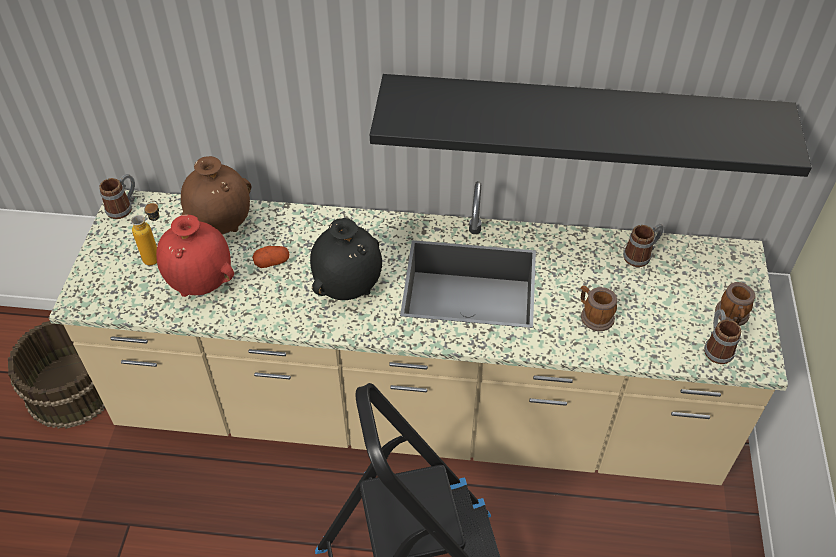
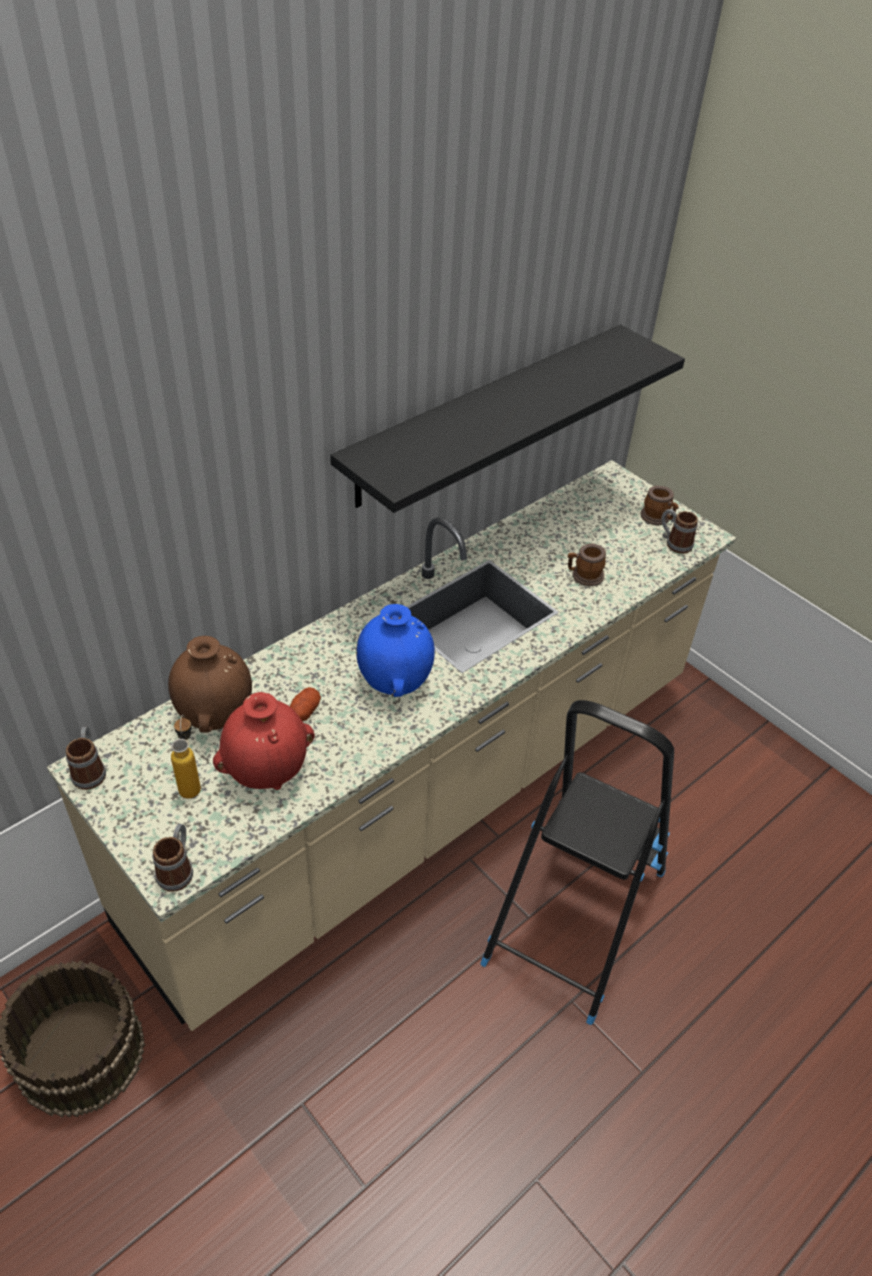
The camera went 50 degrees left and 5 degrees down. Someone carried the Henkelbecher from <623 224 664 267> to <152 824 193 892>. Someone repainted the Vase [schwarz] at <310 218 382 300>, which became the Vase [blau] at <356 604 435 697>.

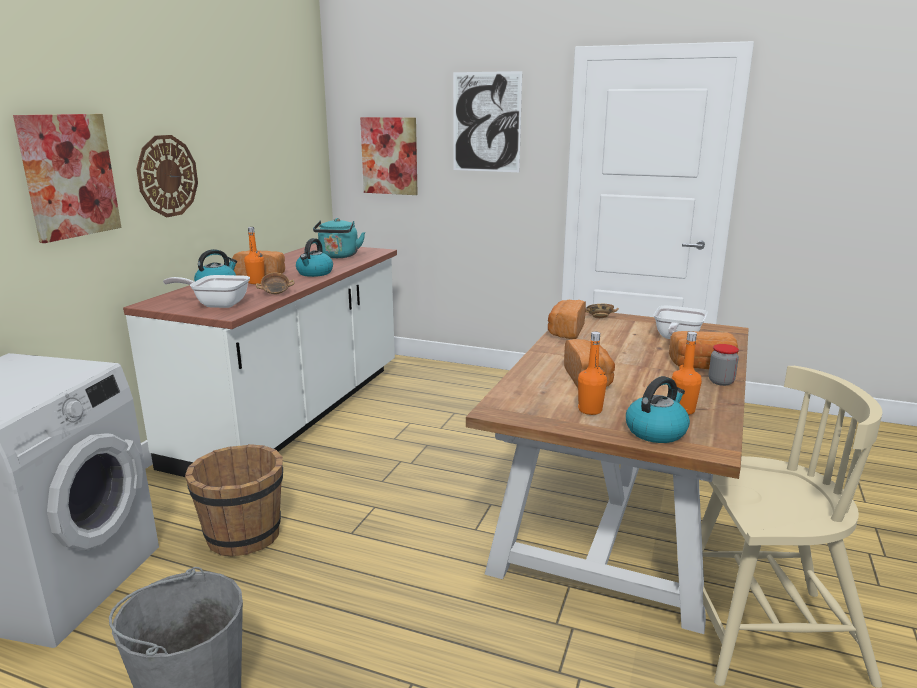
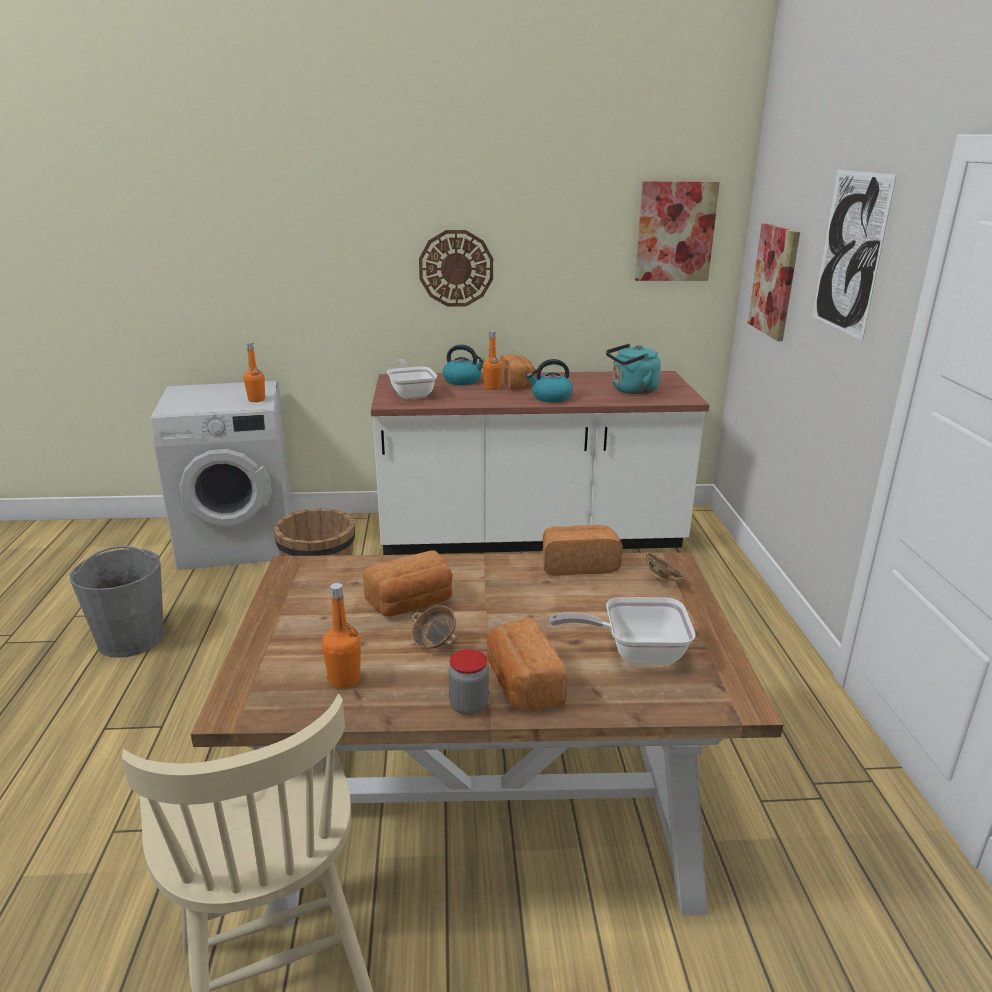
The camera went 65 degrees right and 5 degrees up. Someone took away the Wasserkessel at <626 376 690 443>. Someone carried the Bild from <13 114 122 243> to <635 181 720 281>. Someone carried the Schüssel from <256 272 294 294> to <412 606 458 649>. Someone carried the Flasche [orange] from <578 332 607 415> to <244 342 265 402>.

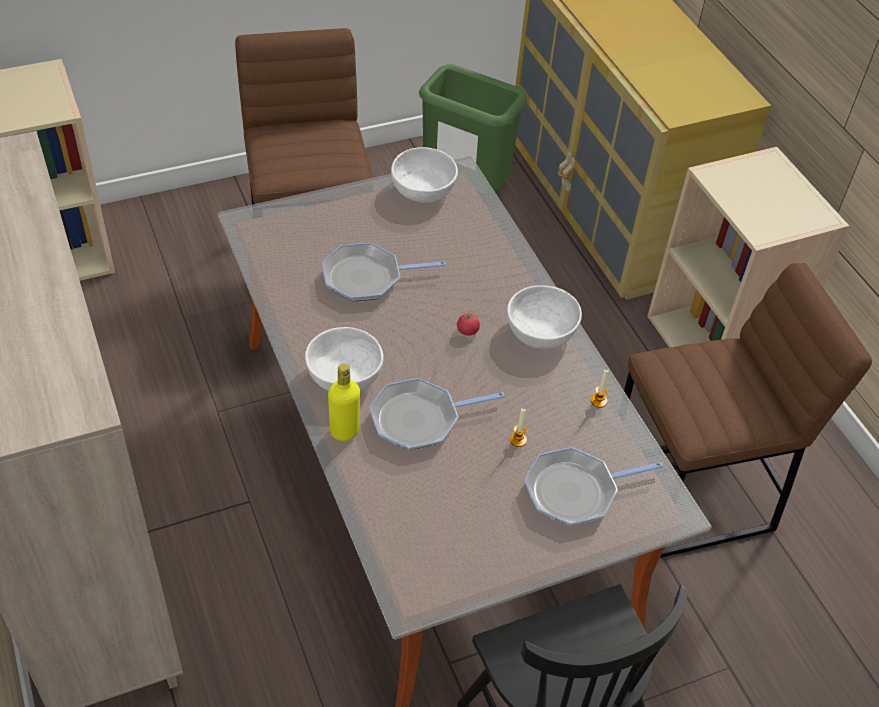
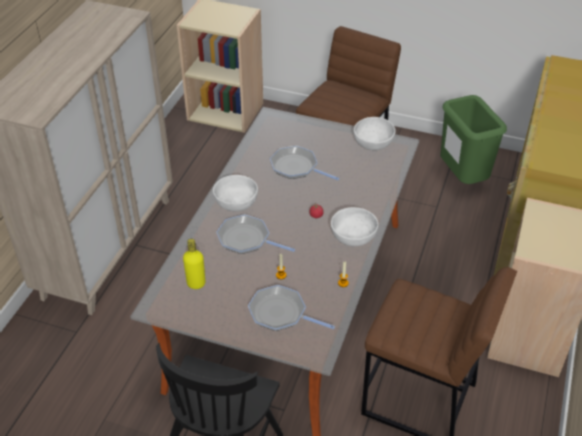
The camera went 45 degrees right and 5 degrees down. Someone carried the Flasche [gelb] from <328 363 360 441> to <183 239 205 289>.

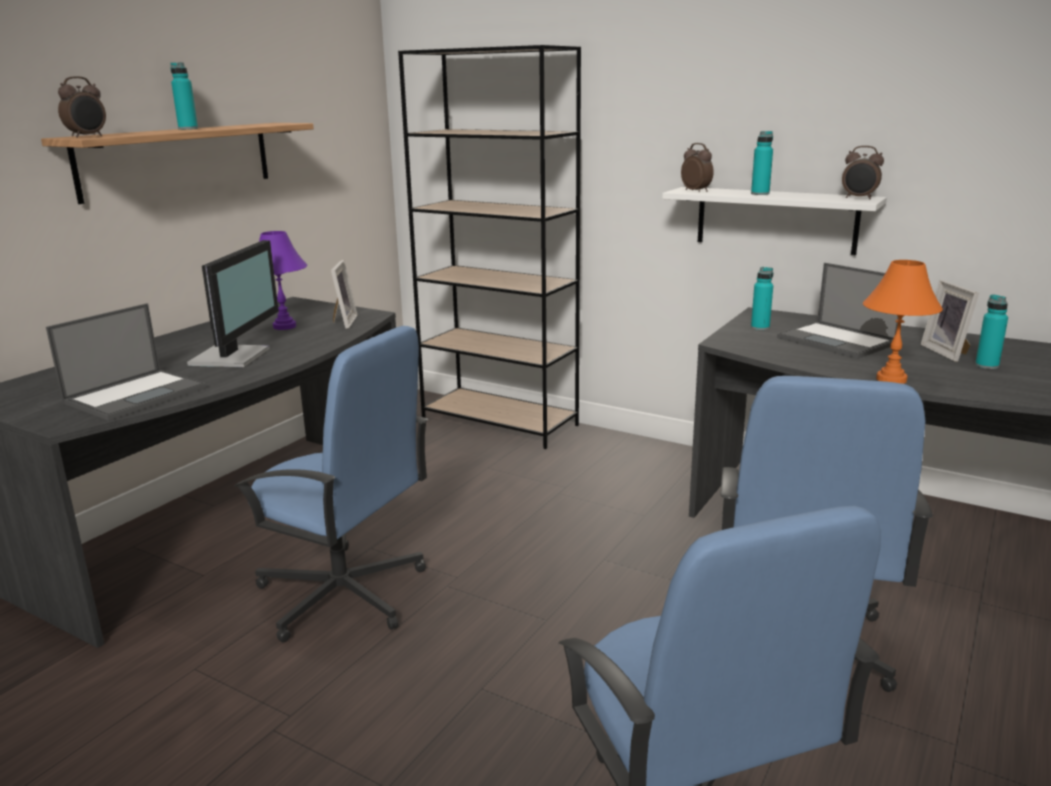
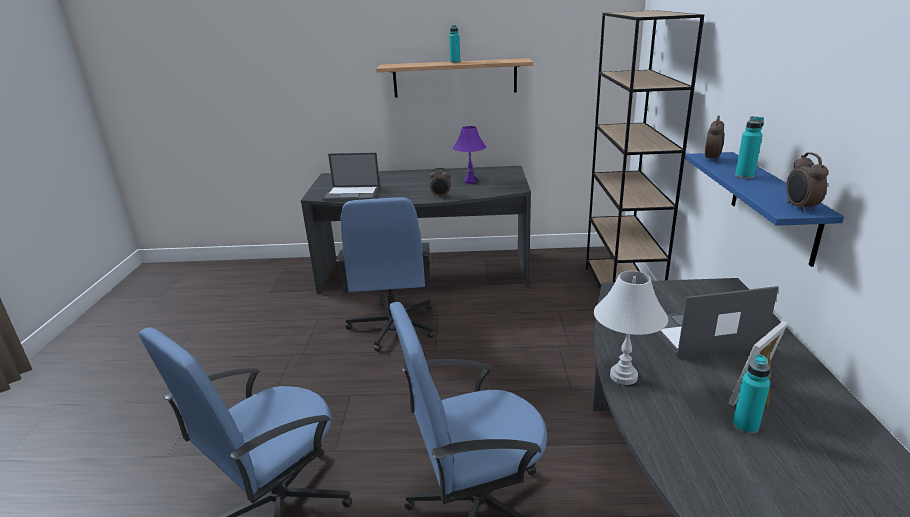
The camera went 60 degrees right and 5 degrees up. Someone took away the Monitor at <187 240 279 367>. Someone took away the Bilderrahmen at <331 260 357 329>. Someone took away the Flasche [türkis] at <751 267 773 330>. Someone carried the Wecker from <58 77 106 138> to <430 168 451 197>. Someone repainted the Wandregal [weiß] at <662 187 887 255>, which became the Wandregal [blau] at <685 152 844 267>. Someone repainted the Tischlampe [orange] at <863 260 943 384>, which became the Tischlampe [weiß] at <594 271 668 385>. Someone rotated the Laptop at <777 263 899 359> by 60 degrees clockwise.

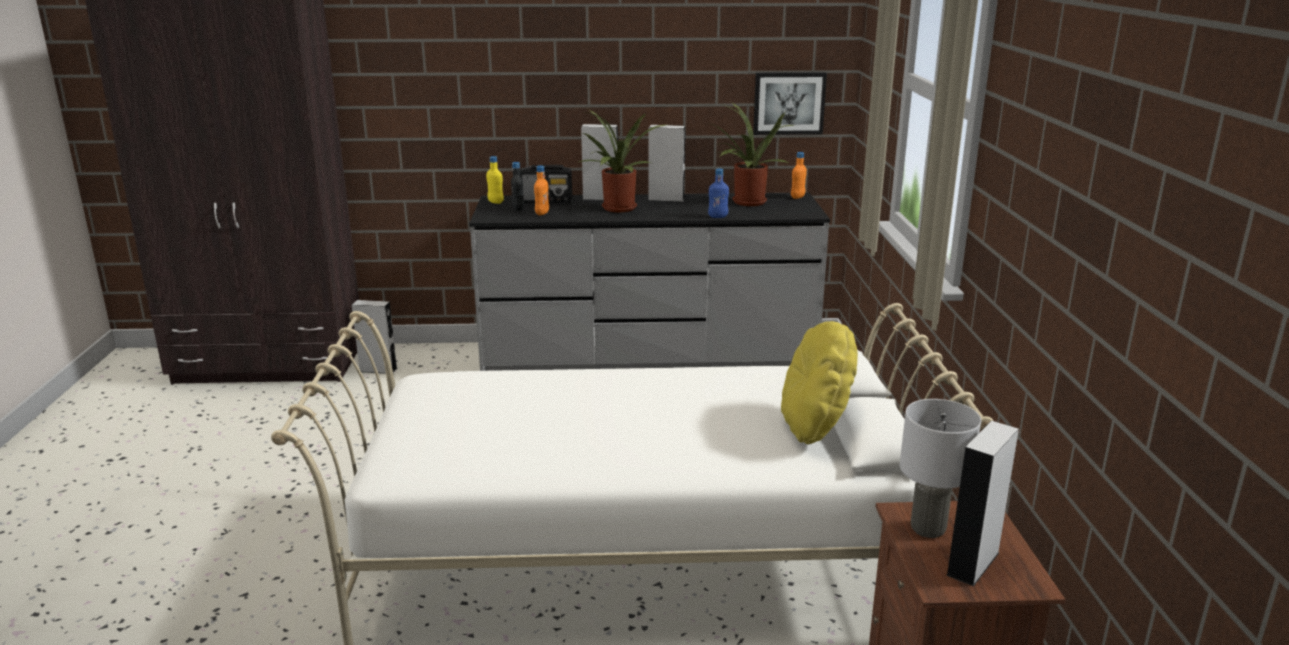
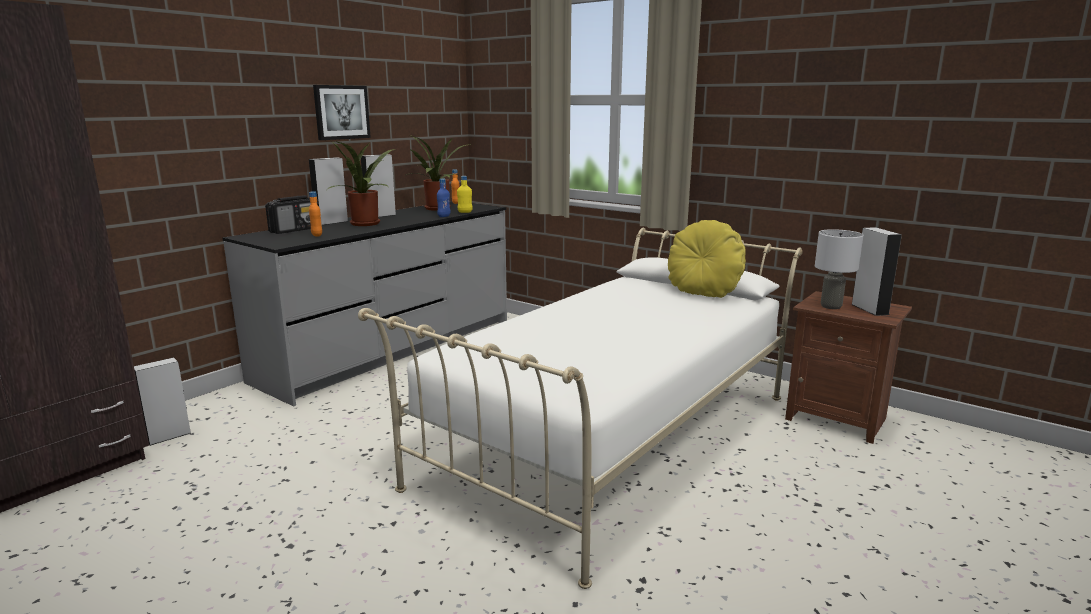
The camera went 50 degrees left and 5 degrees down. Someone took away the Flasche [schwarz] at <511 162 524 211>. Someone carried the Flasche [gelb] from <486 156 504 204> to <457 176 473 213>. Someone carried the Bild from <753 72 827 135> to <313 85 371 140>.

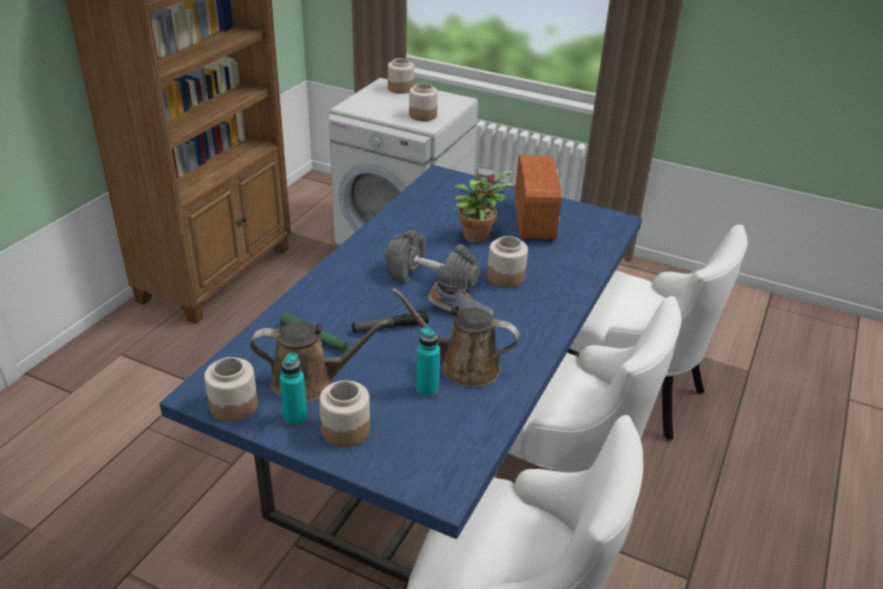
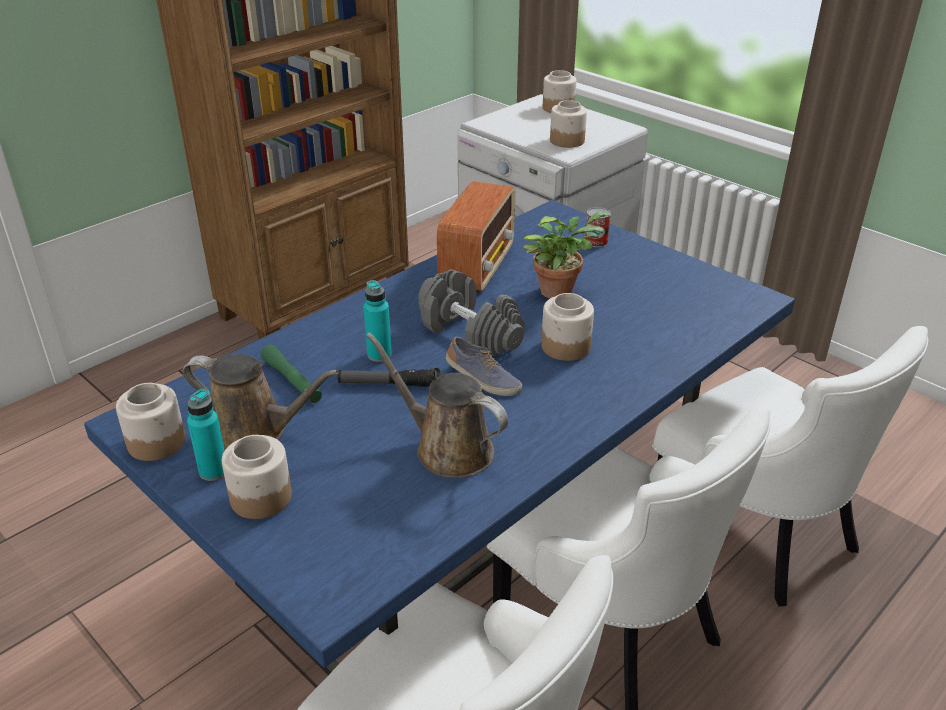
The camera went 20 degrees right and 0 degrees up. Someone carried the Flasche [türkis] from <416 327 440 397> to <364 280 392 362>. Someone carried the Radio from <515 155 562 241> to <437 181 515 292>.

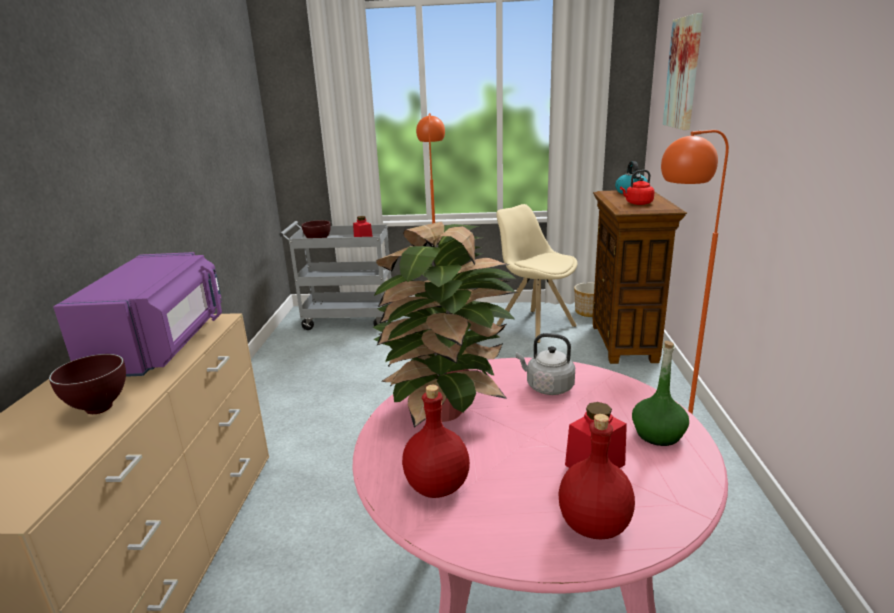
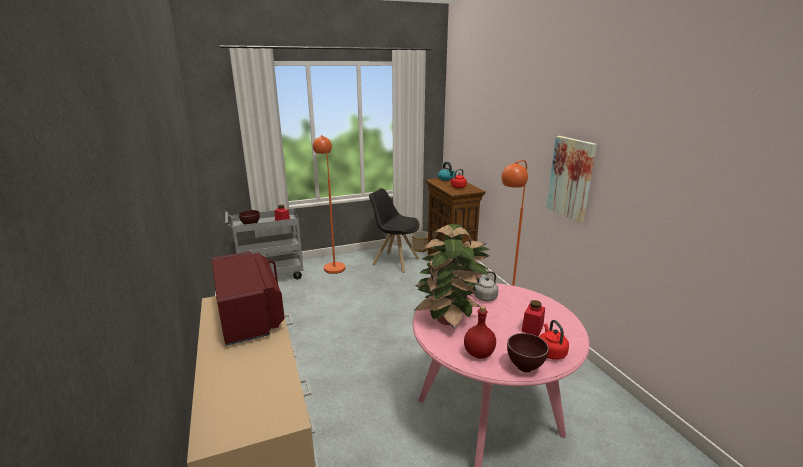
The camera went 25 degrees left and 0 degrees up. Someone took away the Flasche [grün] at <632 341 689 446>. Someone carried the Schüssel [braun] from <49 354 126 414> to <507 333 549 372>. Someone carried the Bild from <663 13 703 130> to <546 136 597 223>. Someone swapped the Flasche [rot] at <558 414 635 539> for the Wasserkessel [rot] at <539 320 569 360>. Someone repainted the Mikrowelle [lila] at <53 252 222 377>, which became the Mikrowelle [rot] at <211 251 285 346>. Someone repainted the Stuhl [beige] at <496 204 577 343>, which became the Stuhl [schwarz] at <369 188 419 273>.

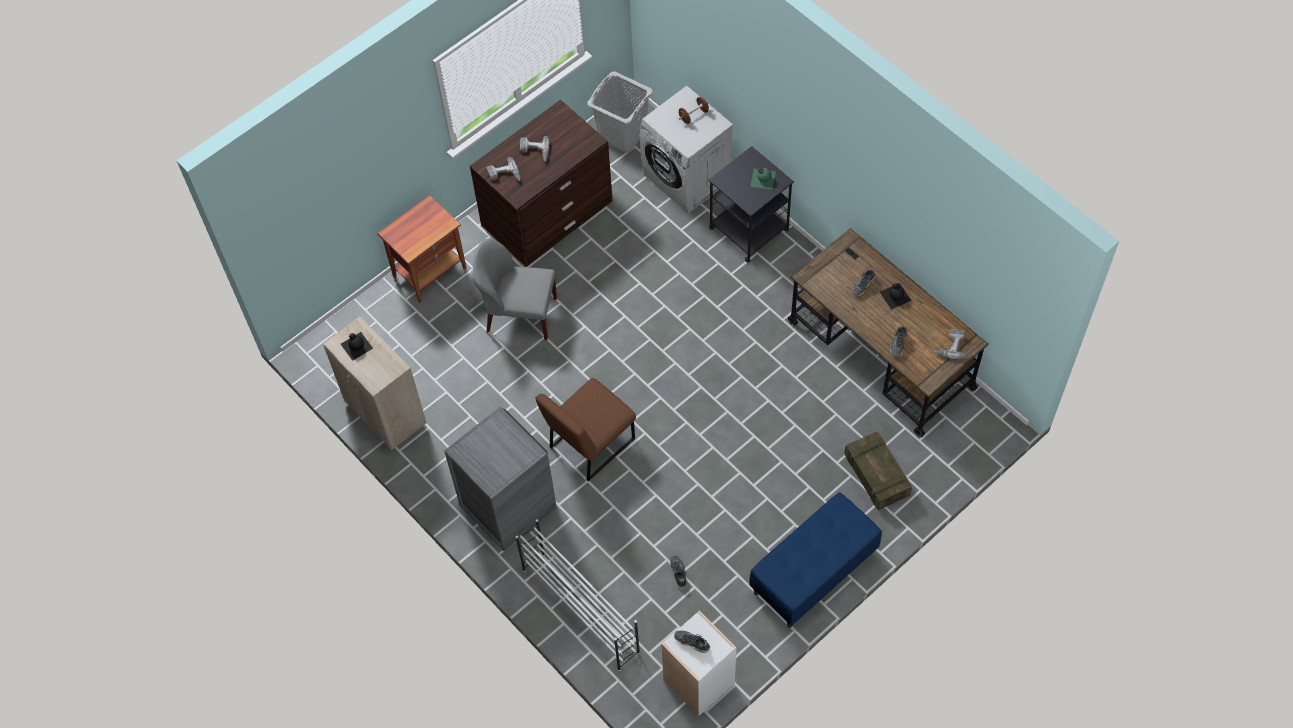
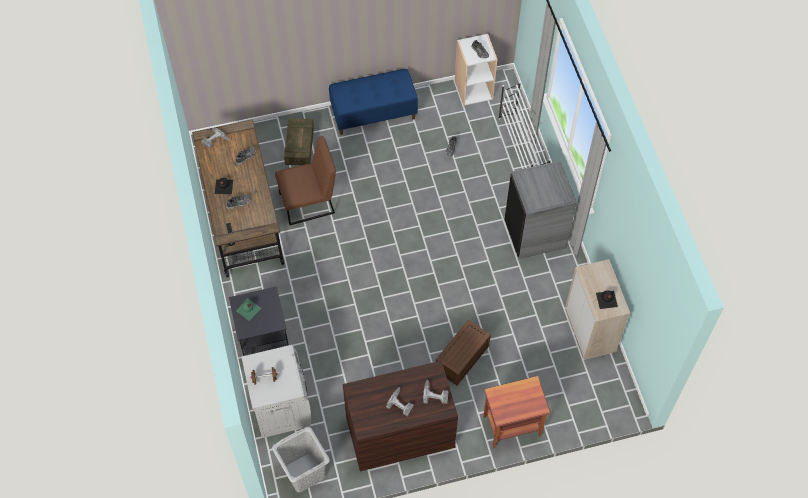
The camera went 155 degrees left and 0 degrees up. Someone carried the Stuhl [braun] from <535 378 636 481> to <275 136 336 225>. Someone swapped the Stuhl [grau] at <473 238 557 340> for the Aufbewahrungsbox [braun] at <436 319 491 386>.

